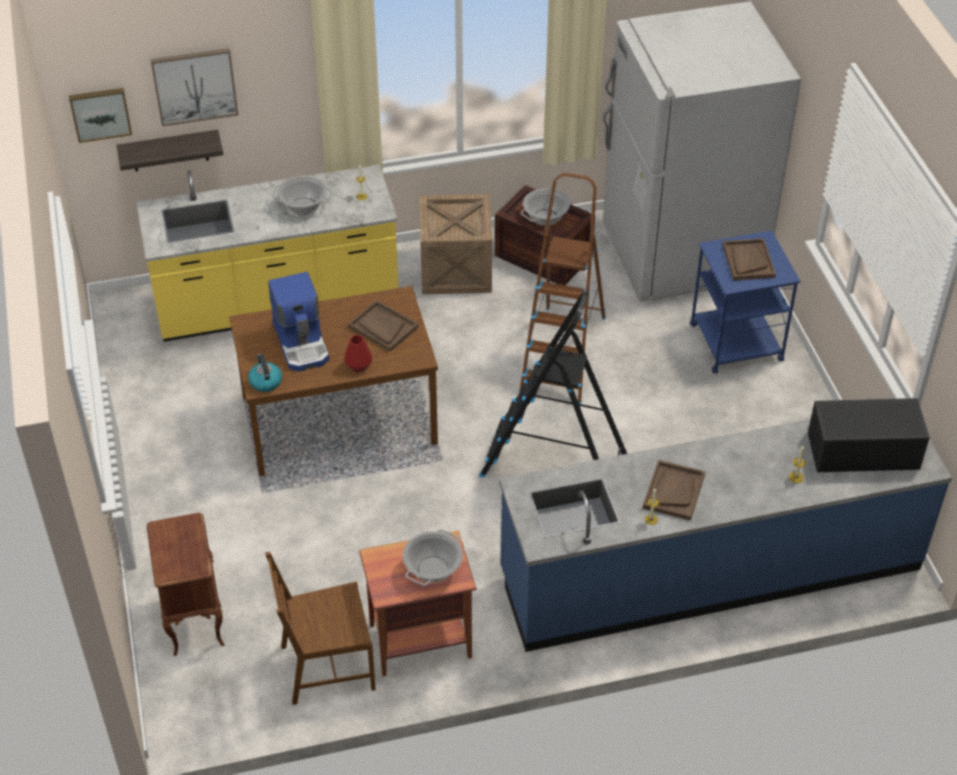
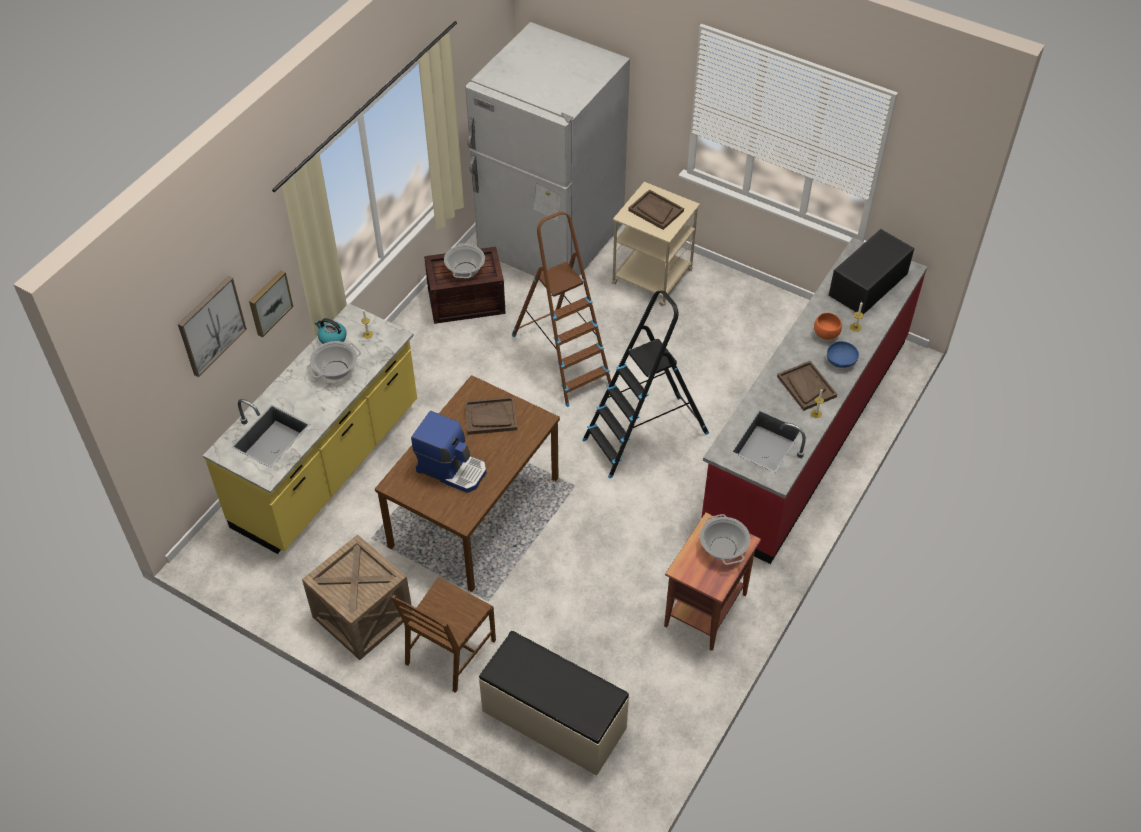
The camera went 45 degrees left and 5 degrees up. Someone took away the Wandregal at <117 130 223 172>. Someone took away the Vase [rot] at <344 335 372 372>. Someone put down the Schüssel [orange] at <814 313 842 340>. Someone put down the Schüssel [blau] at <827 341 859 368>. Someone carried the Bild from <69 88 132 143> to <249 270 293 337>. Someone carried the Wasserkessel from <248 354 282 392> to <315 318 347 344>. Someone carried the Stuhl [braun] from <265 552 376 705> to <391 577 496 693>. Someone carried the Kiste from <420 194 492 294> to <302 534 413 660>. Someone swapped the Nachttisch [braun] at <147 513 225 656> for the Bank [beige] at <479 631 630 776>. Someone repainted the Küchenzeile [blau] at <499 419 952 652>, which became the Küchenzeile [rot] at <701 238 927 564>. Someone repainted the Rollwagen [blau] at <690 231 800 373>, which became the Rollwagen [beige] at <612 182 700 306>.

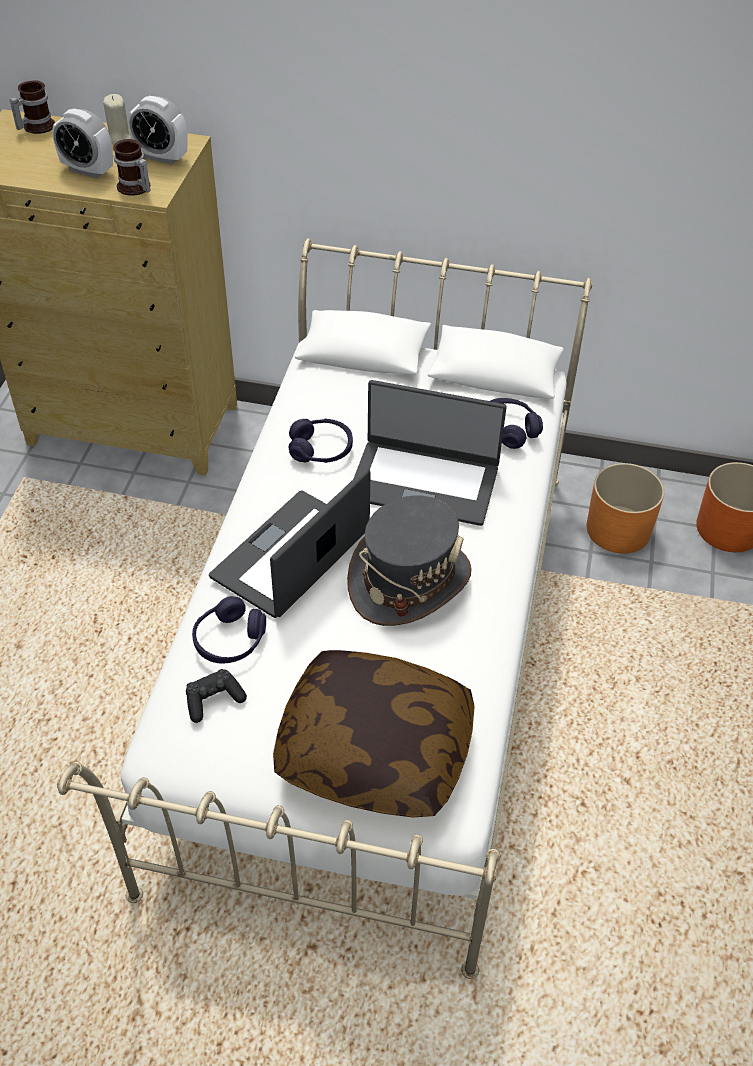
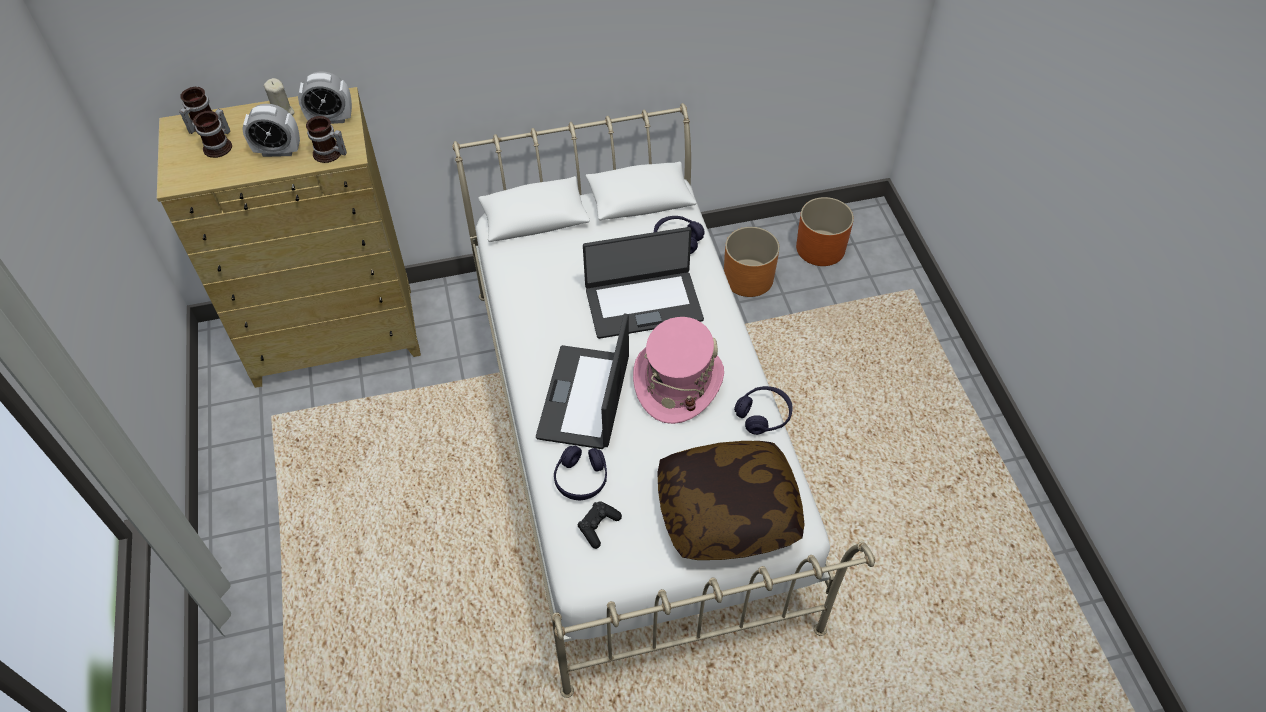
The camera went 25 degrees left and 5 degrees up. Someone put down the Henkelbecher at <193 109 232 158>. Someone carried the Kopfhörer [lila] from <289 419 353 463> to <734 386 793 435>. Someone repainted the Hut [grau] at <347 495 471 626>, which became the Hut [rosa] at <633 317 724 424>.

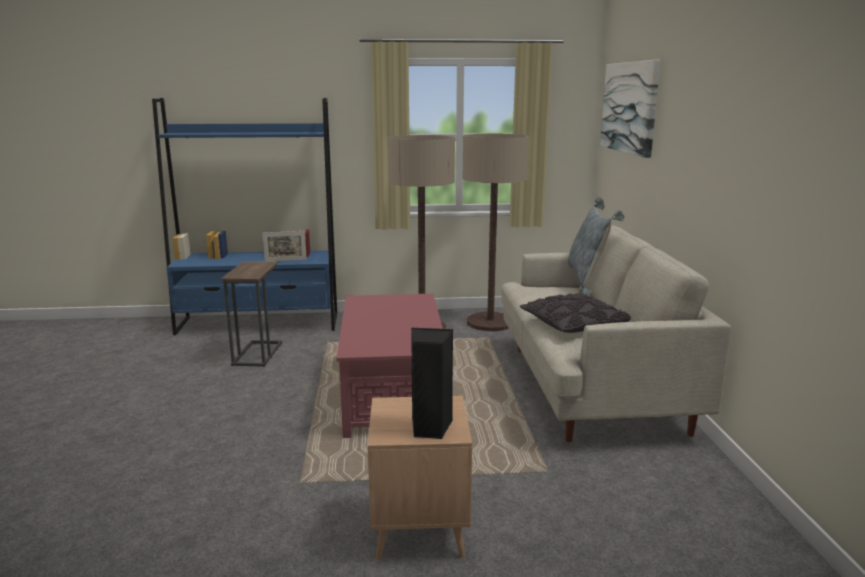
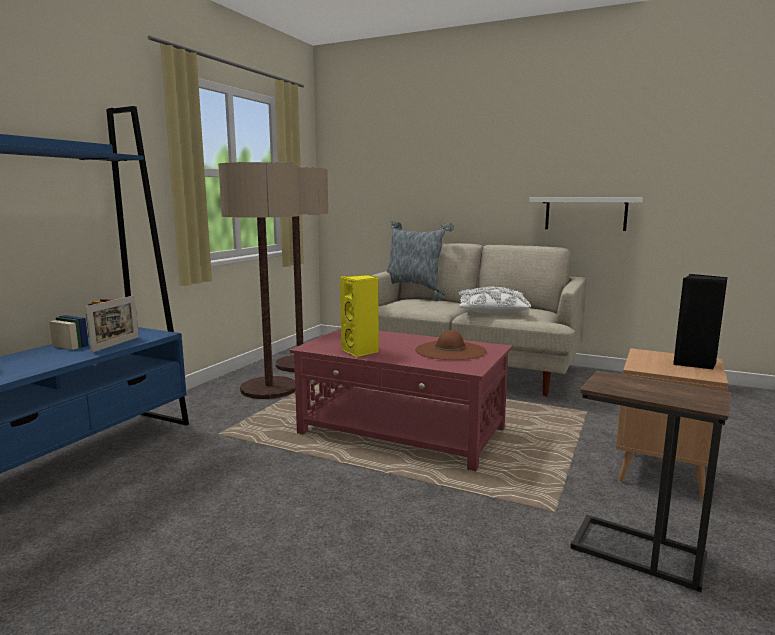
The camera went 60 degrees left and 5 degrees down. Someone took away the Bild at <600 60 661 158>. Someone put down the Lautsprecher [gelb] at <340 275 379 357>. Someone put down the Hut [braun] at <415 330 486 360>. Someone put up the Wandregal [weiß] at <529 197 643 231>. Someone carried the Beistelltisch [braun] from <221 261 282 367> to <570 371 732 593>. Someone repainted the Kissen [schwarz] at <520 293 631 333>, which became the Kissen [weiß] at <459 286 531 314>.

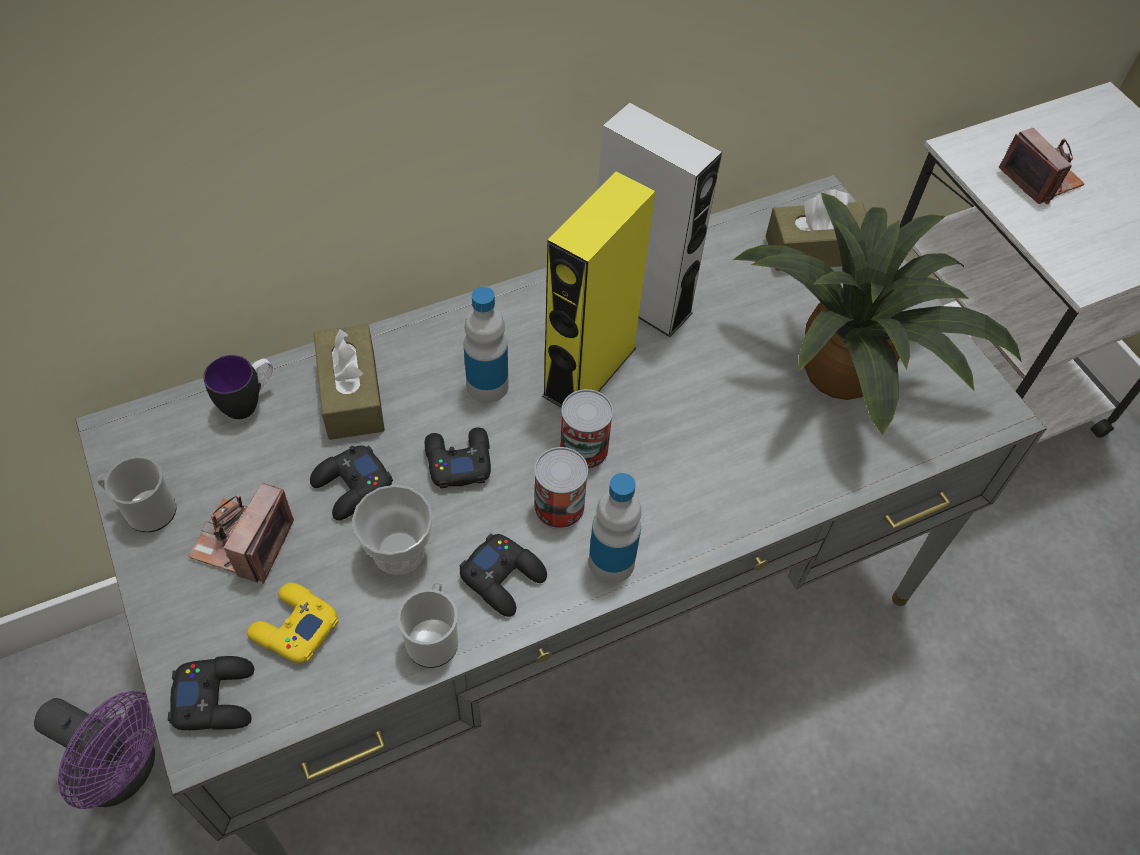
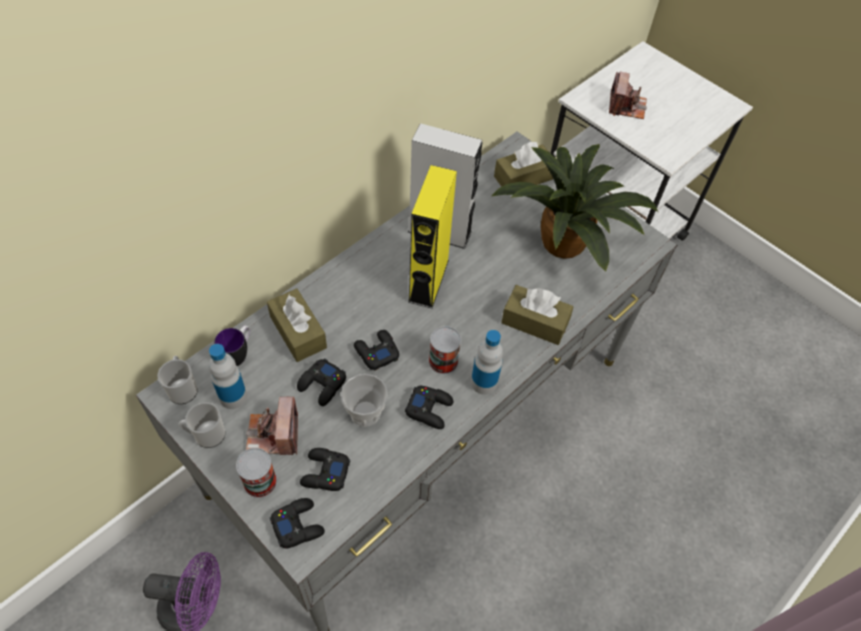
The camera went 20 degrees left and 0 degrees up. Someone put down the Taschentuchbox [braun] at <501 285 573 345>. Someone carried the Henkelbecher from <397 582 458 668> to <157 356 198 404>. Someone carried the Flasche from <463 287 509 403> to <209 344 247 409>. Someone carried the Dose from <560 389 613 470> to <236 448 277 498>. Someone repainted the Gamepad [gelb] at <247 583 338 663>, which became the Gamepad [schwarz] at <300 448 350 491>. Someone rotated the Kamera at <999 128 1084 204> by 60 degrees clockwise.

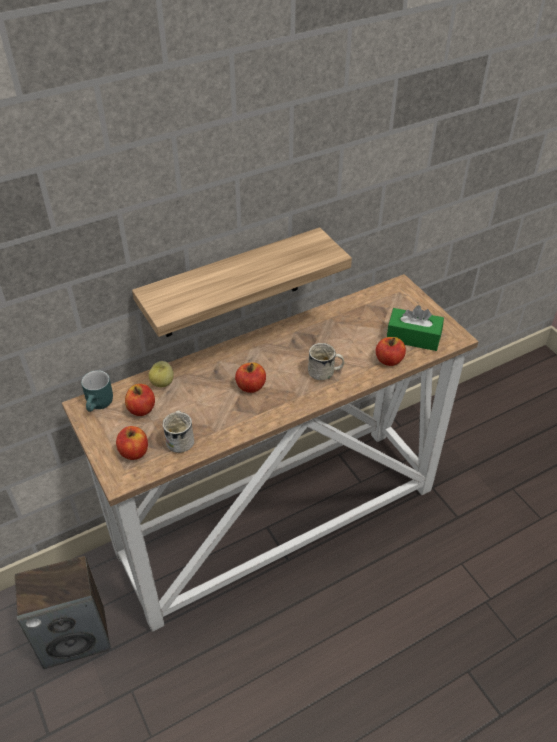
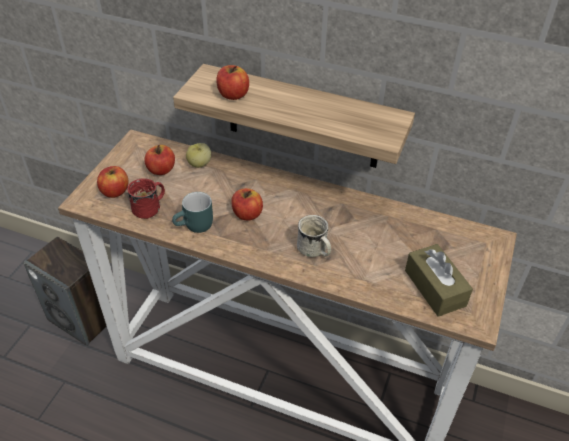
The camera went 50 degrees right and 0 degrees up. Someone carried the Henkelbecher [türkis] from <81 370 113 412> to <172 192 213 233>. Someone carried the Apfel from <376 337 406 366> to <216 65 249 100>. Someone repainted the Henkelbecher [weiß] at <163 411 194 453>, which became the Henkelbecher [rot] at <127 178 165 219>. Someone repainted the Taschentuchbox [grün] at <387 305 444 351>, which became the Taschentuchbox [braun] at <405 244 473 317>.

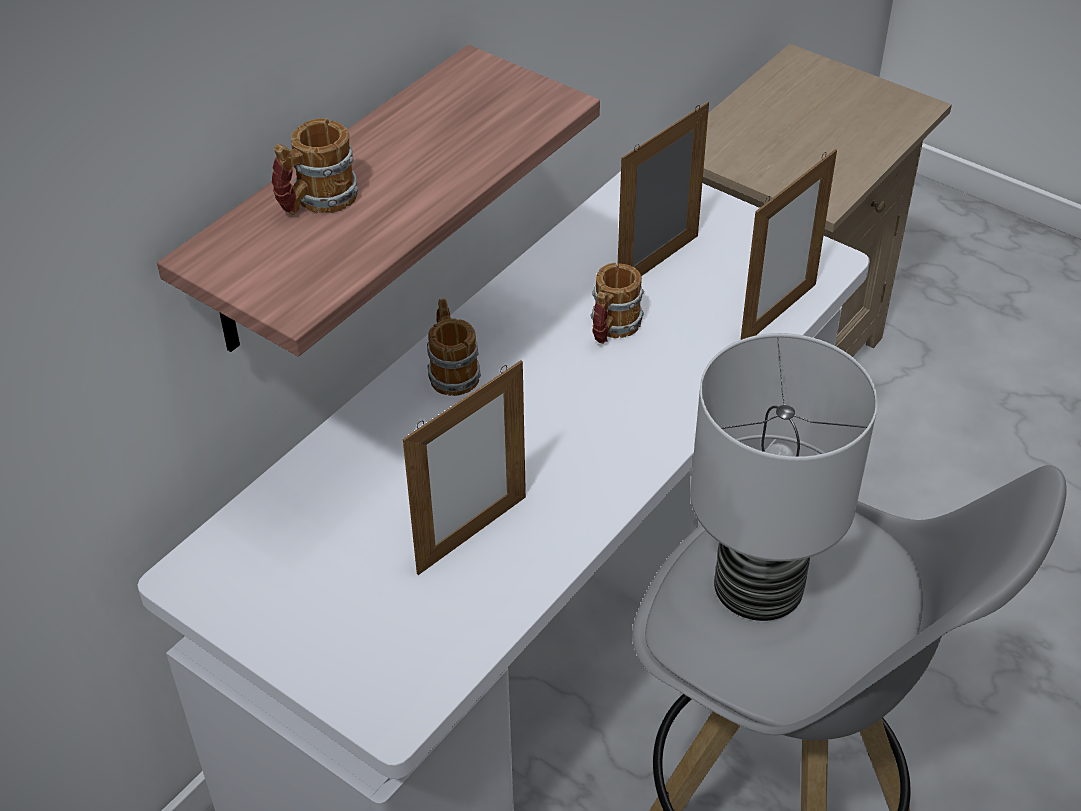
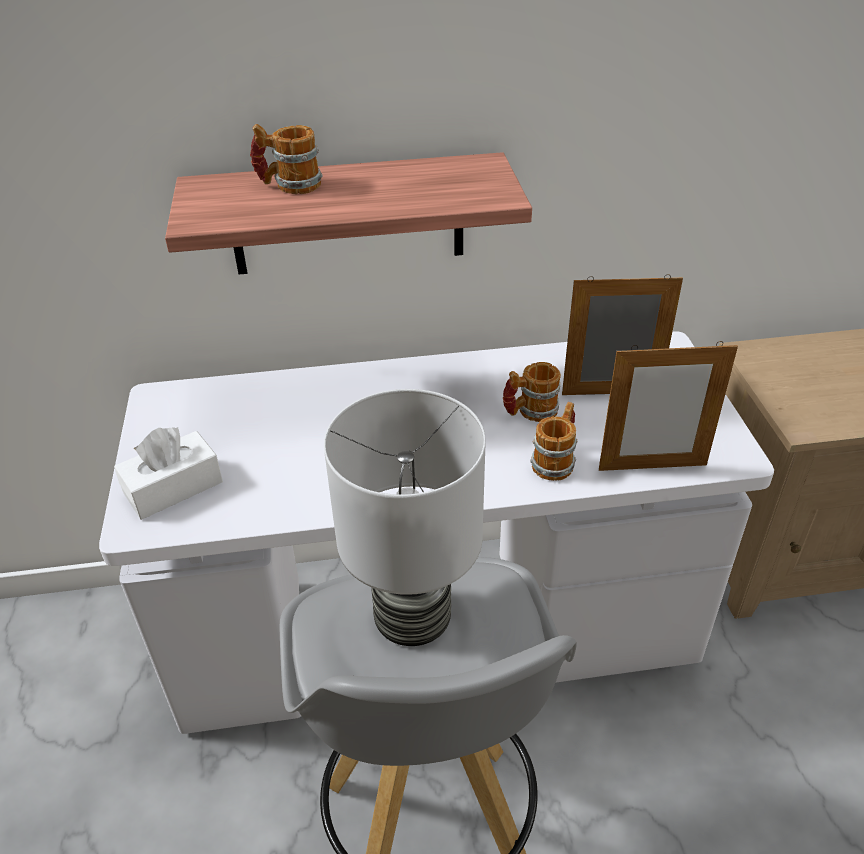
The camera went 45 degrees right and 5 degrees down. Someone took away the Bilderrahmen at <403 361 526 575>. Someone put down the Taschentuchbox [weiß] at <114 427 223 520>. Someone carried the Henkelbecher from <427 299 481 396> to <530 402 577 481>.

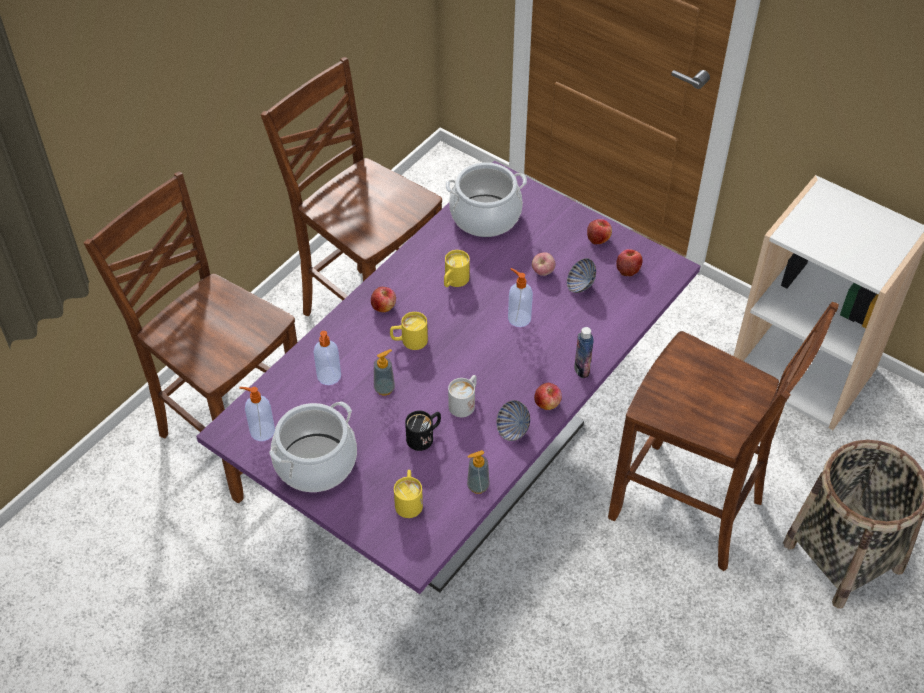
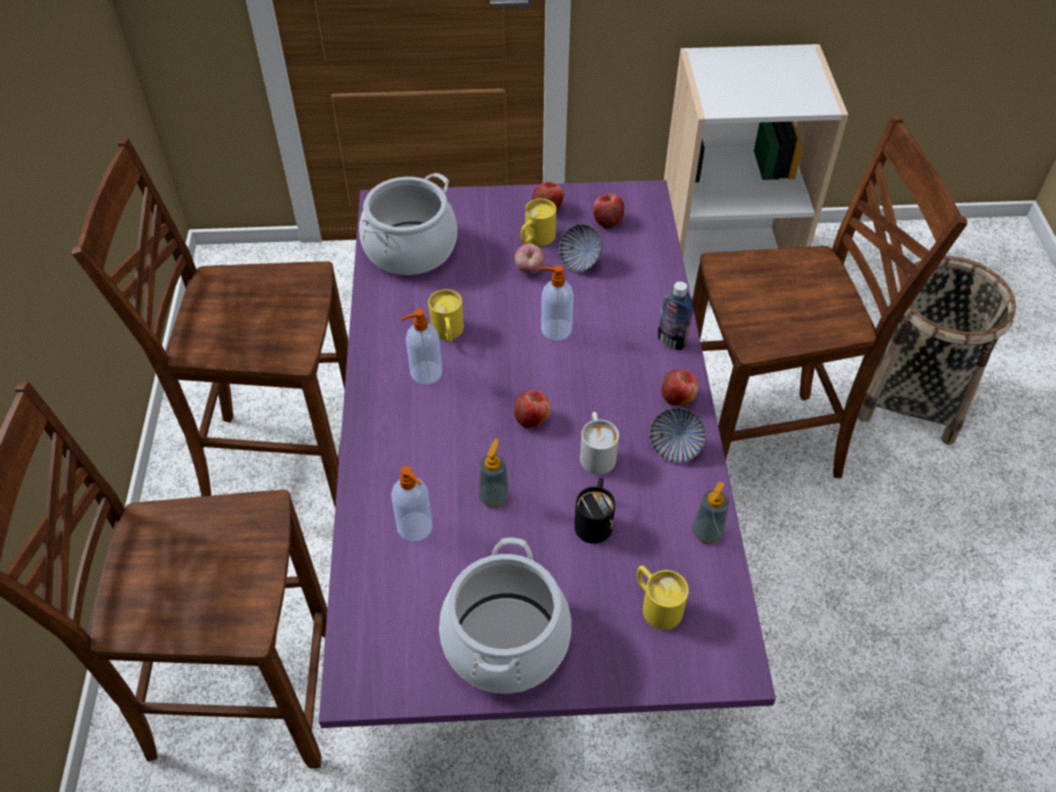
The camera went 40 degrees left and 0 degrees up. Someone carried the Seifenspender from <239 387 275 441> to <401 309 442 385>. Someone carried the Apfel from <371 287 396 312> to <514 390 551 428>. Someone carried the Henkelbecher [gelb] from <390 312 428 350> to <521 199 556 246>.

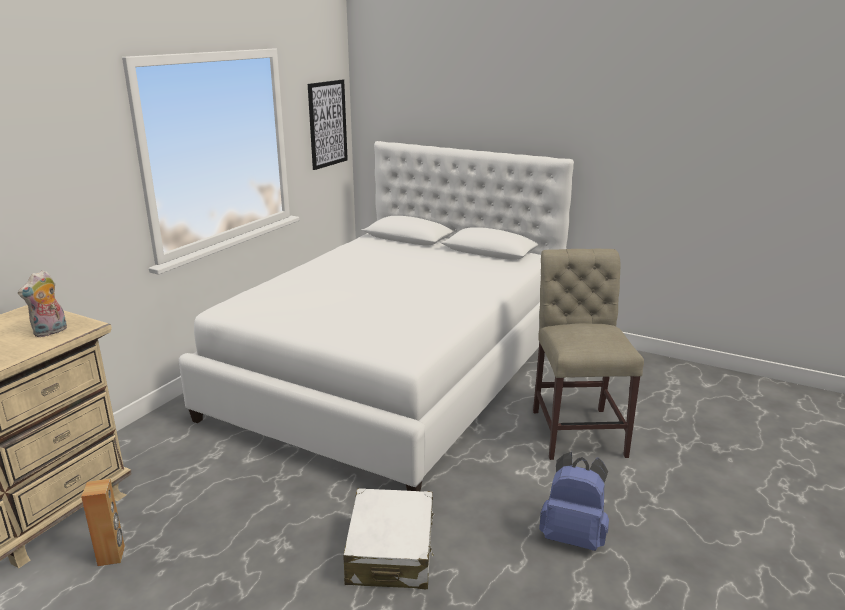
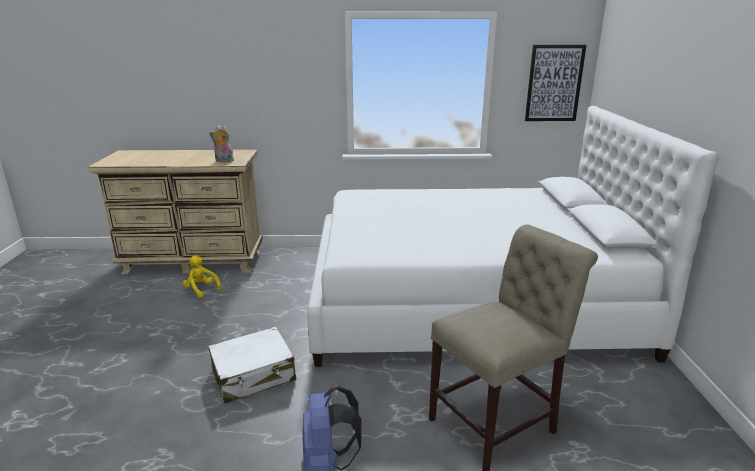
The camera went 60 degrees right and 0 degrees up. Someone swapped the Lautsprecher [braun] at <81 479 125 566> for the Plüschtier [gelb] at <183 255 221 298>.

